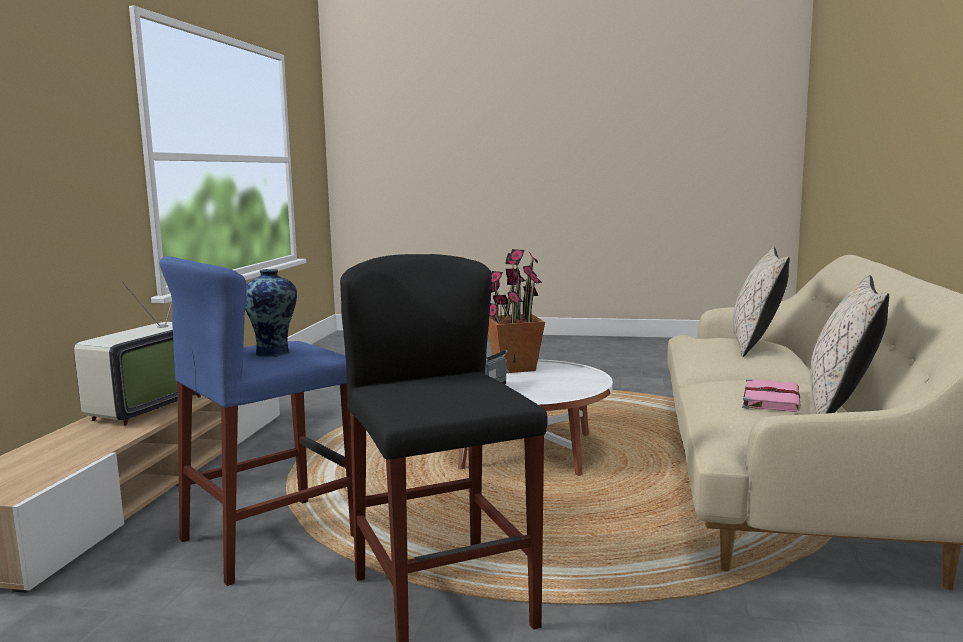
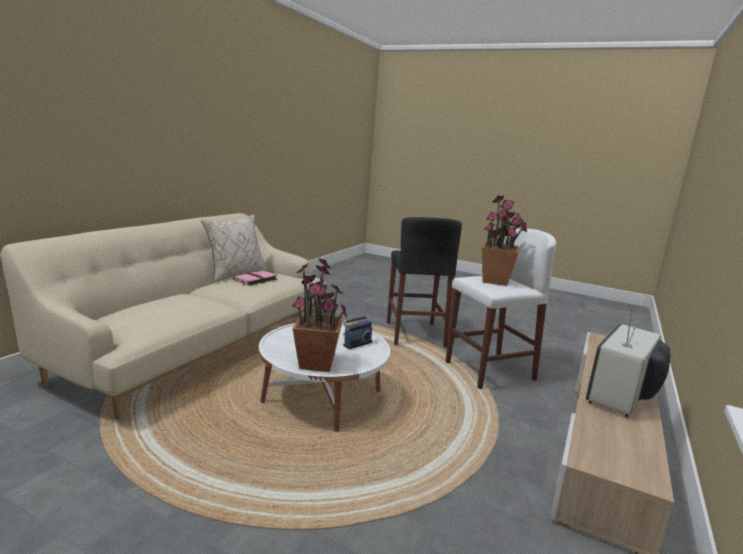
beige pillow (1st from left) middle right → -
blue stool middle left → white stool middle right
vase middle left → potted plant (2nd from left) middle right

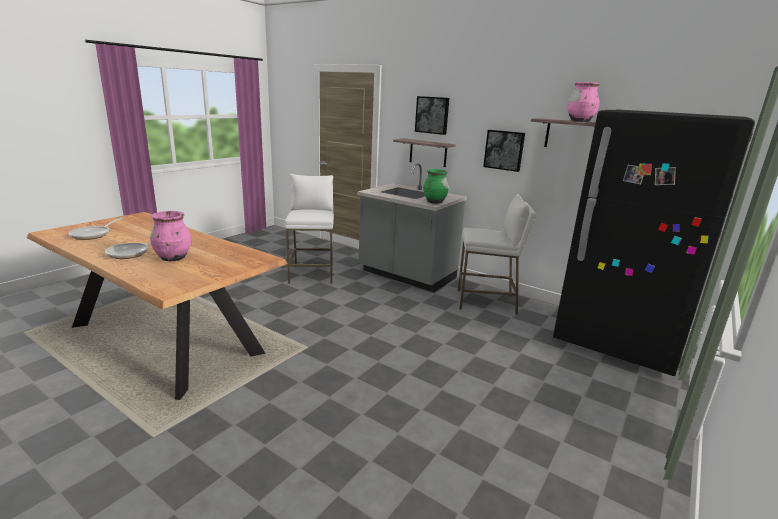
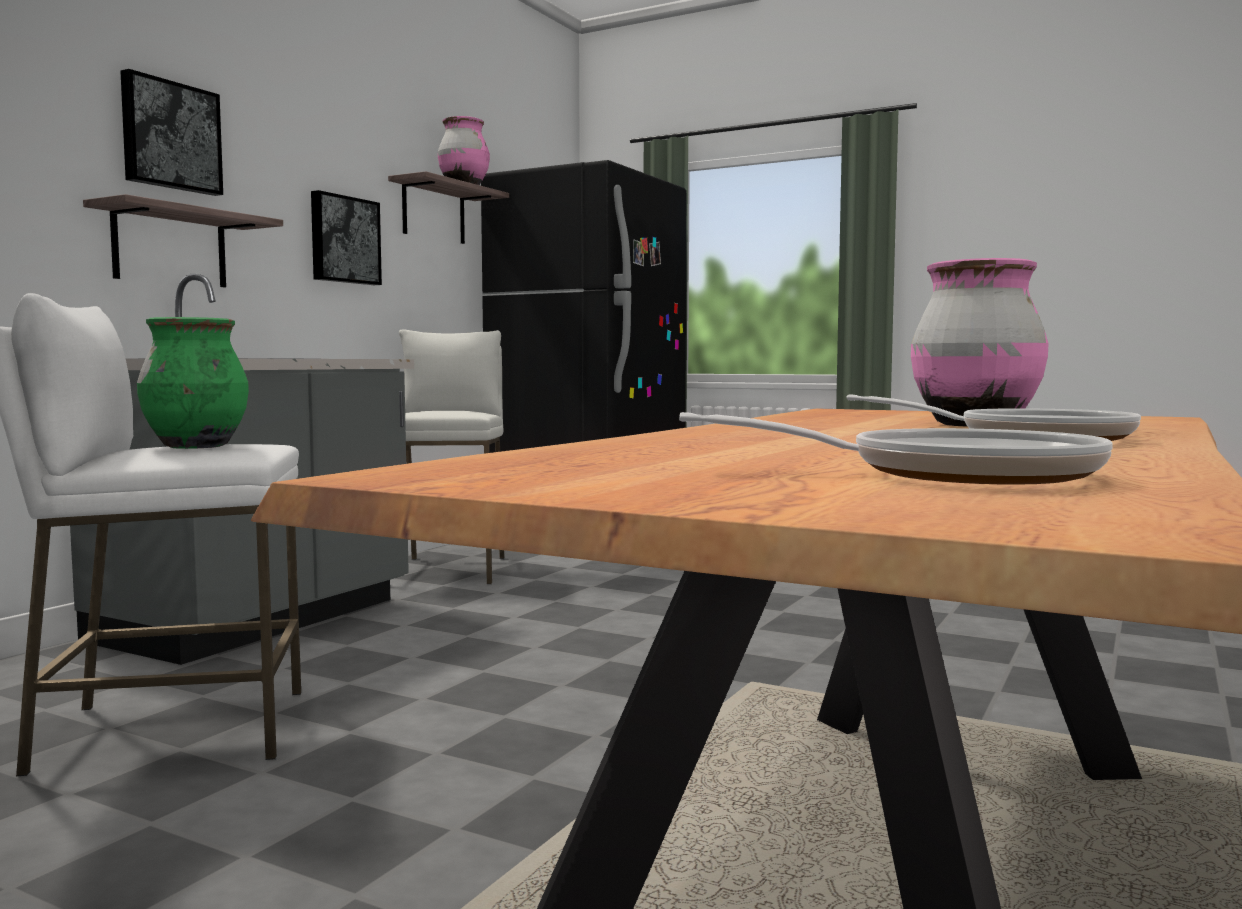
green vase centre → green vase middle left, move

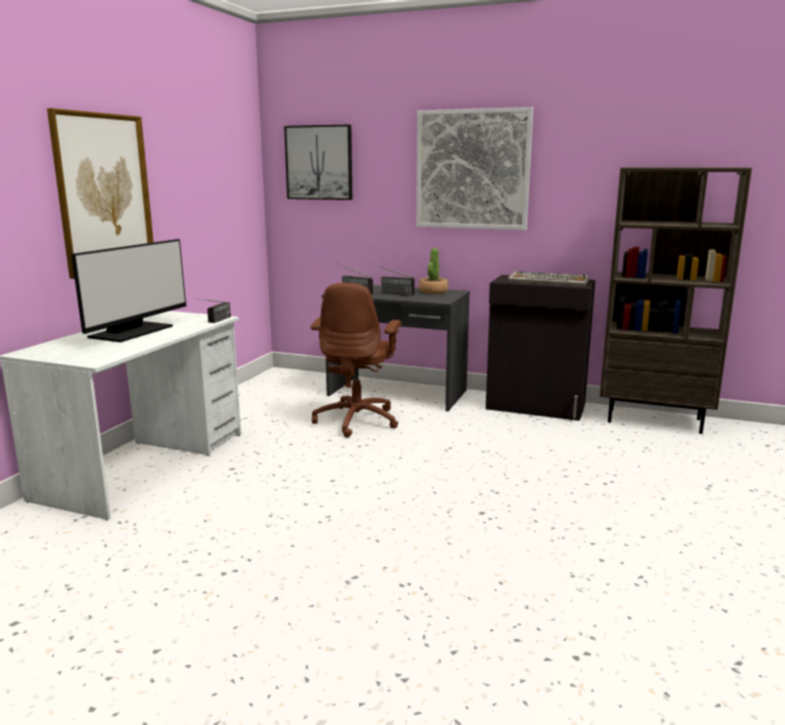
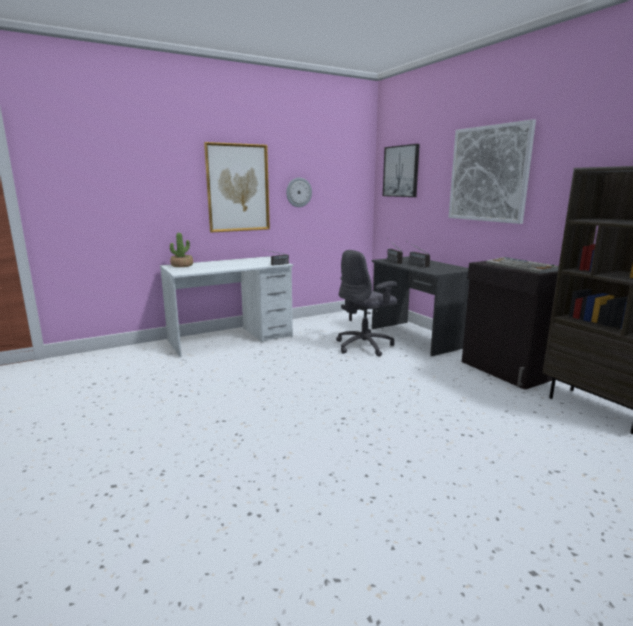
monitor middle left → -
potted plant centre → potted plant middle left, move
brown office chair centre → grey office chair centre
- → wall clock top centre

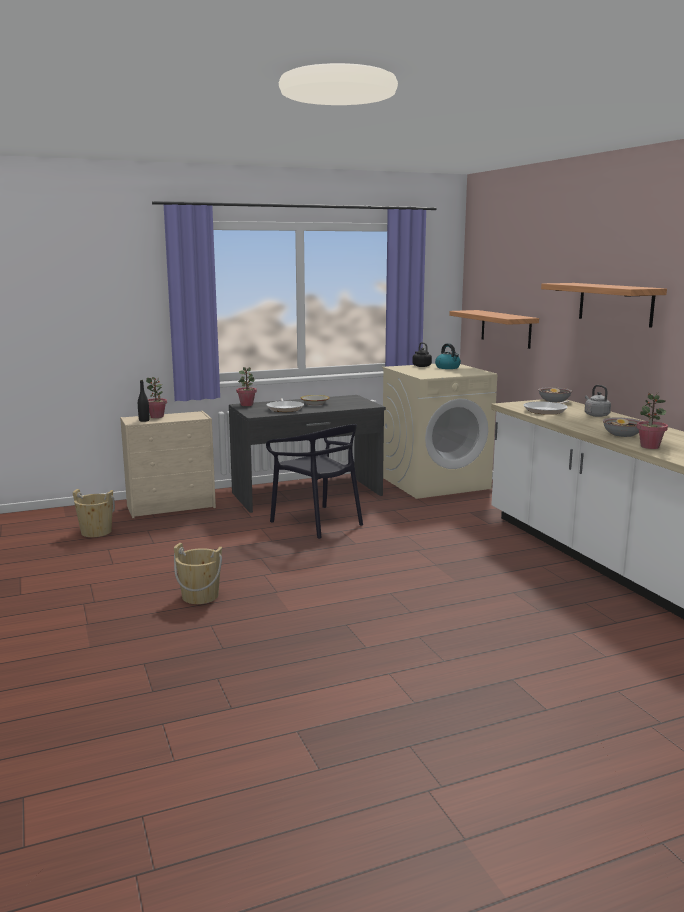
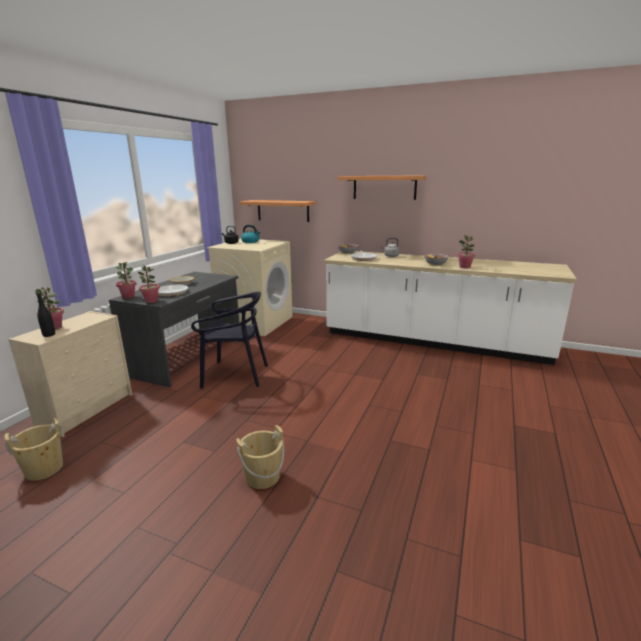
- → potted plant (3rd from left) middle left

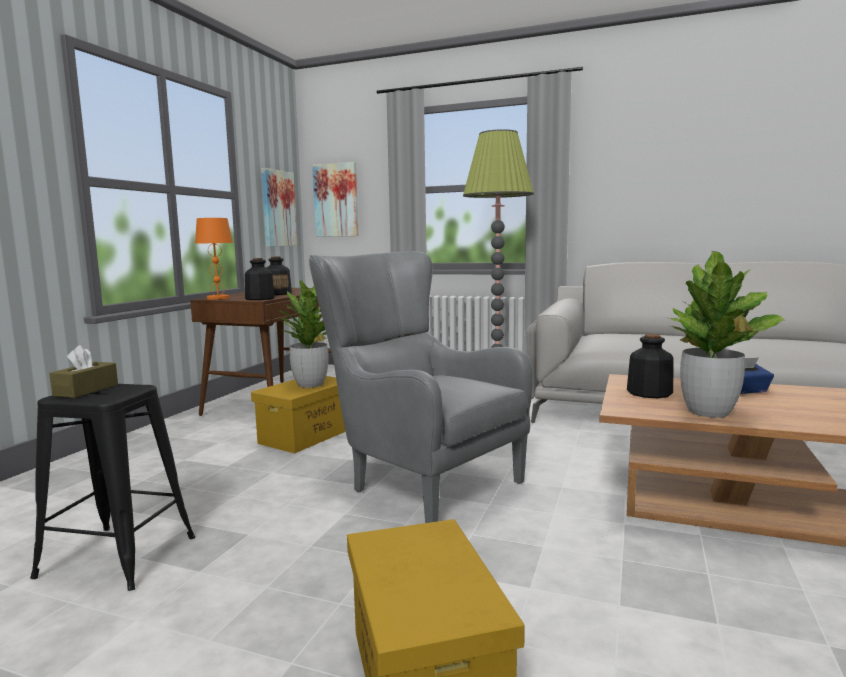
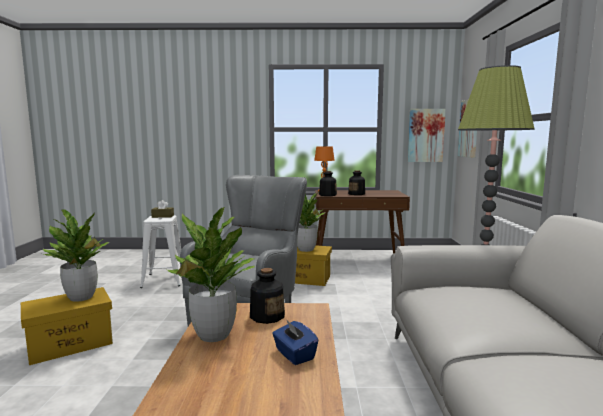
black stool bottom left → white stool middle left
- → potted plant (1st from left) middle left

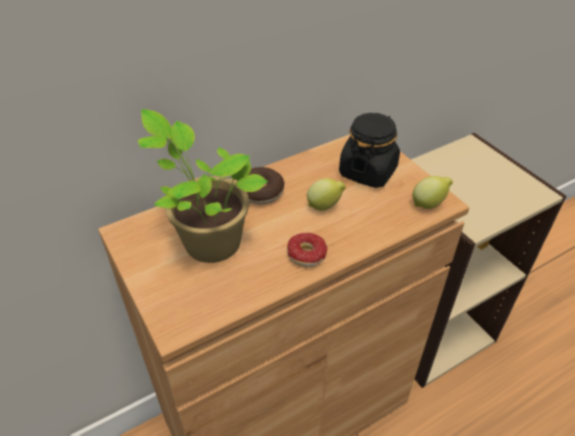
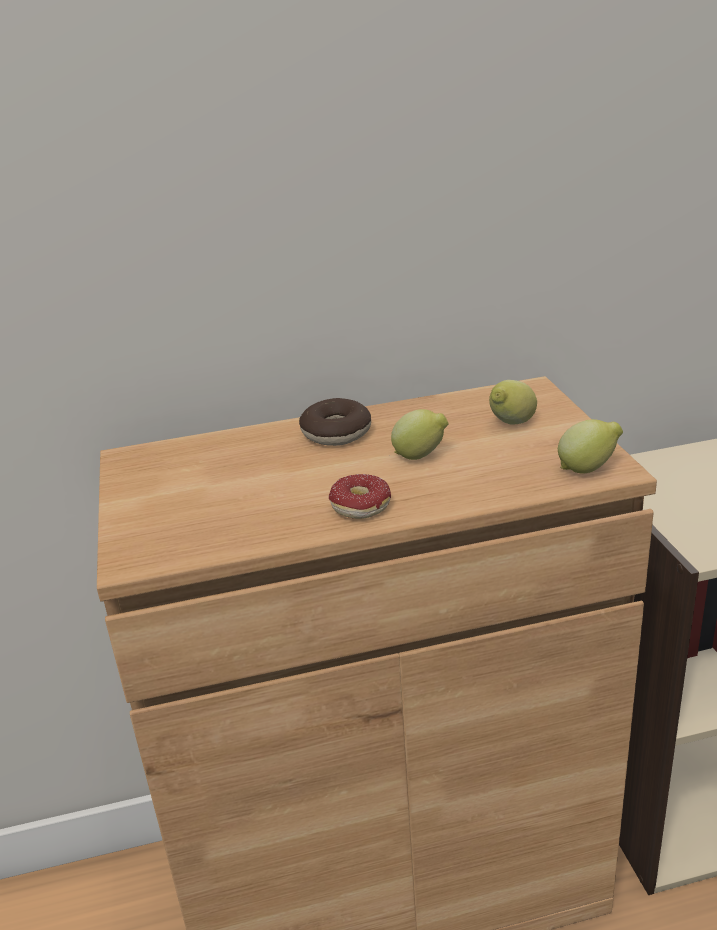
potted plant centre → -
black jar centre → lemon (2nd from left) middle right

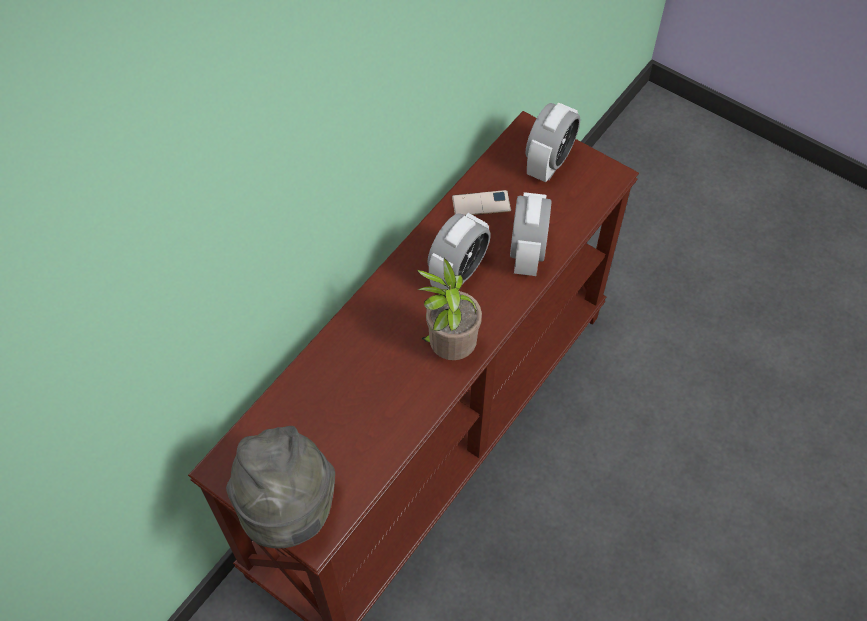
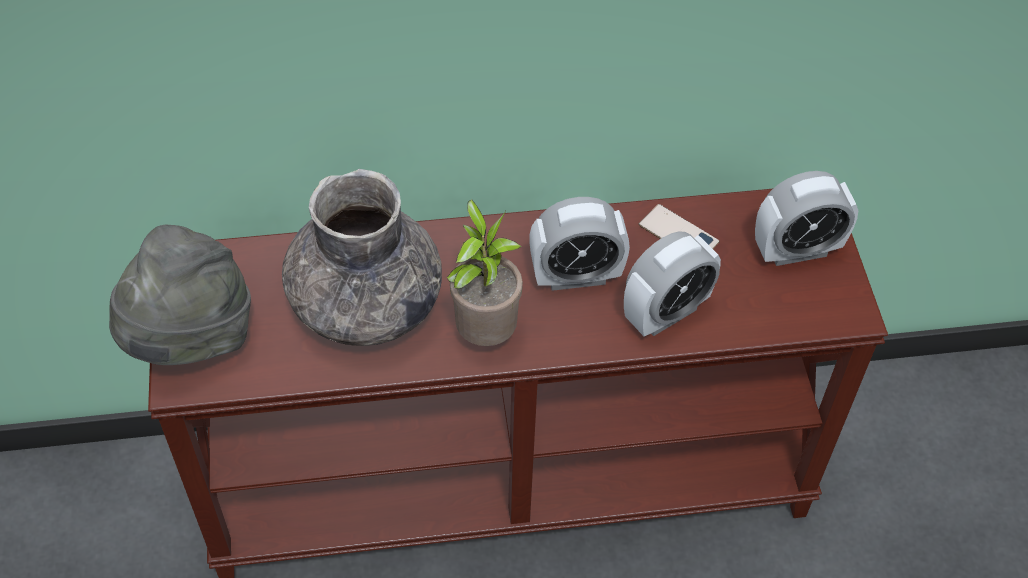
- → grey vase centre

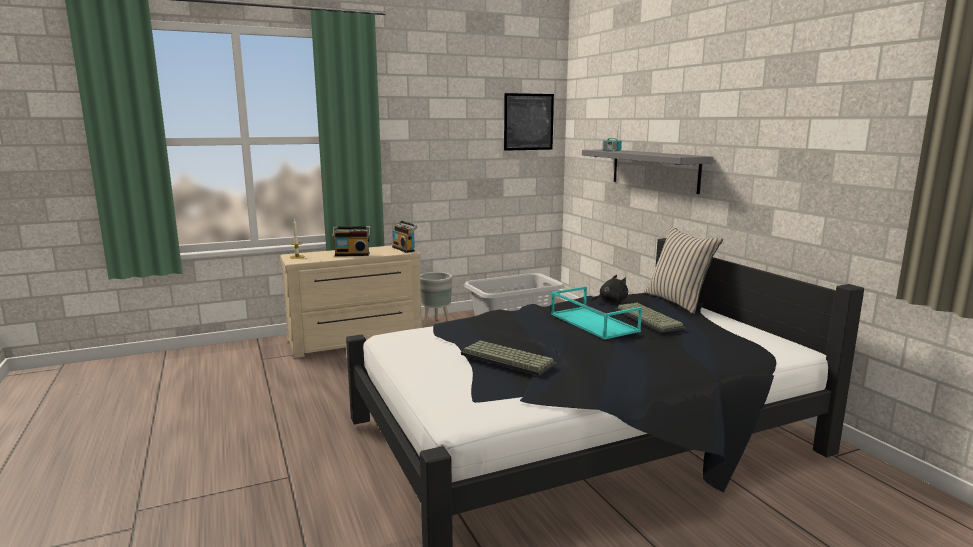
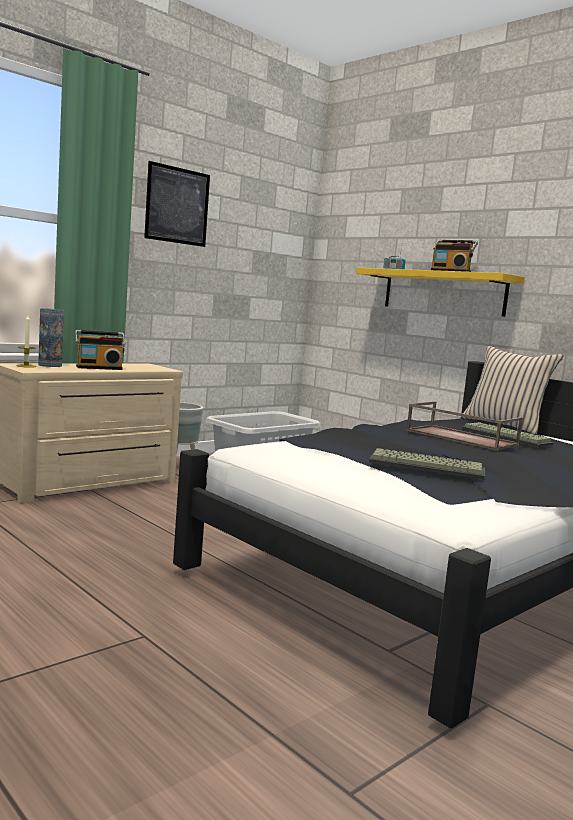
picture top centre → picture top left, move
grey shelf top centre → yellow shelf middle right
radio (2nd from left in the first image) centre → radio (3rd from left) top right, move
black plush toy centre → -
turquoise tray centre → brown tray middle right
- → vase middle left

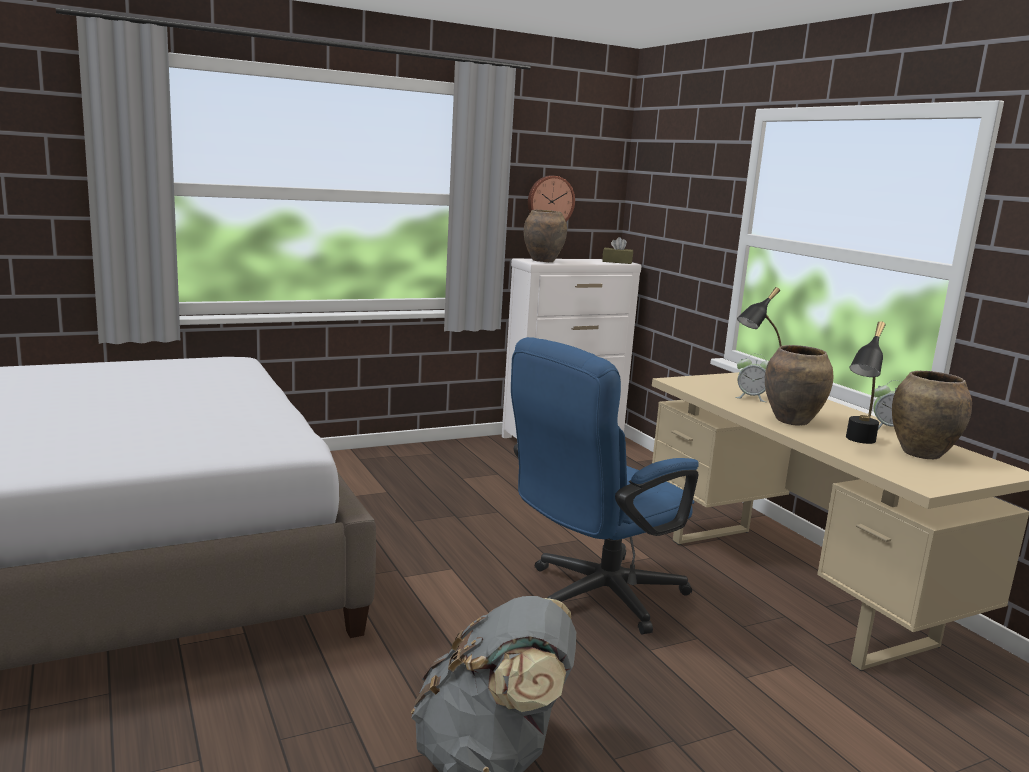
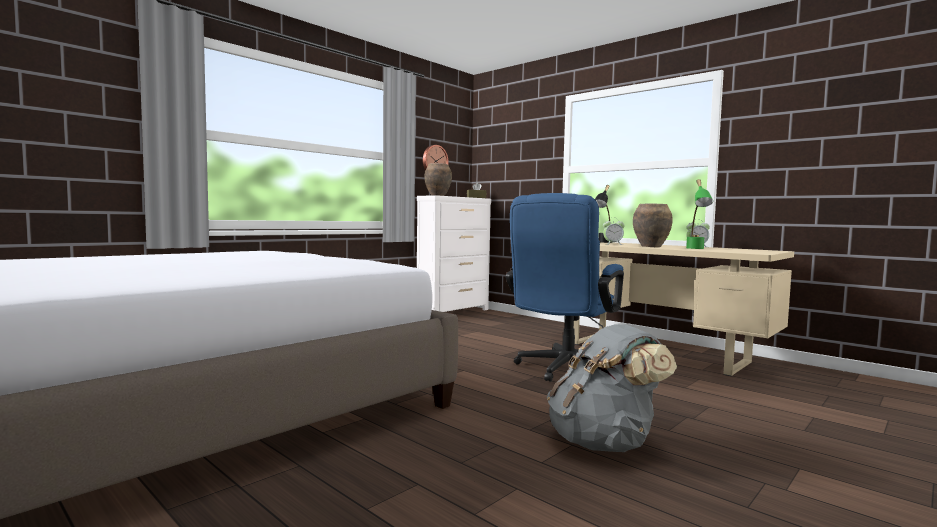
black table lamp (2nd from left) middle right → green table lamp middle right
brown vase (3rd from left) middle right → -

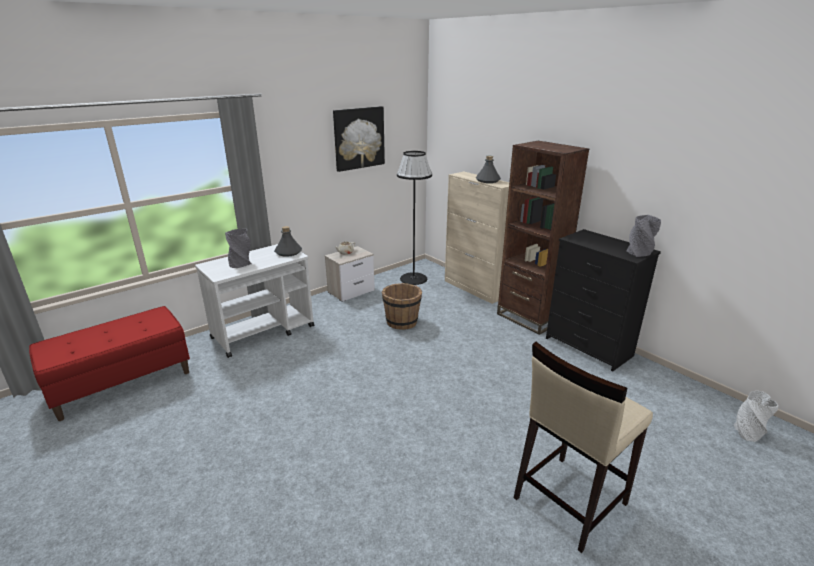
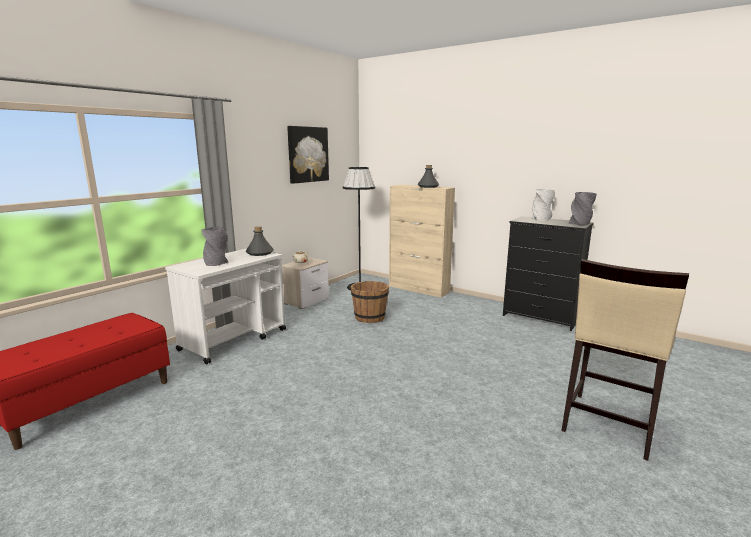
brown bookcase middle right → -
grey vase (3rd from left in the first image) bottom right → grey vase (2nd from left) middle right, move

